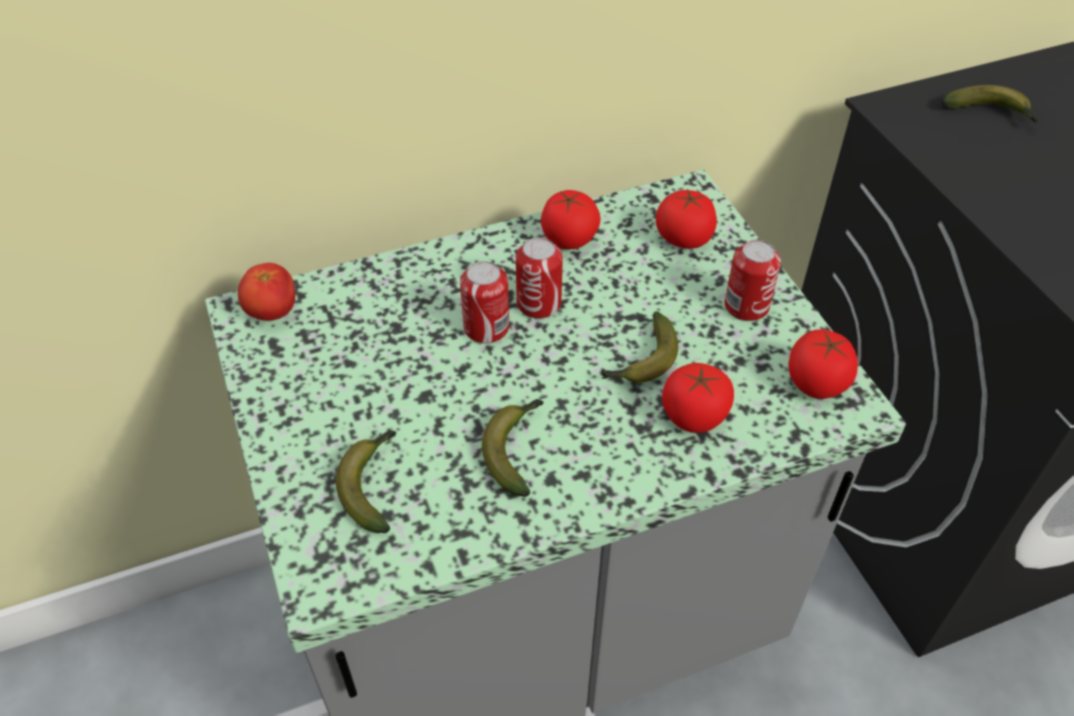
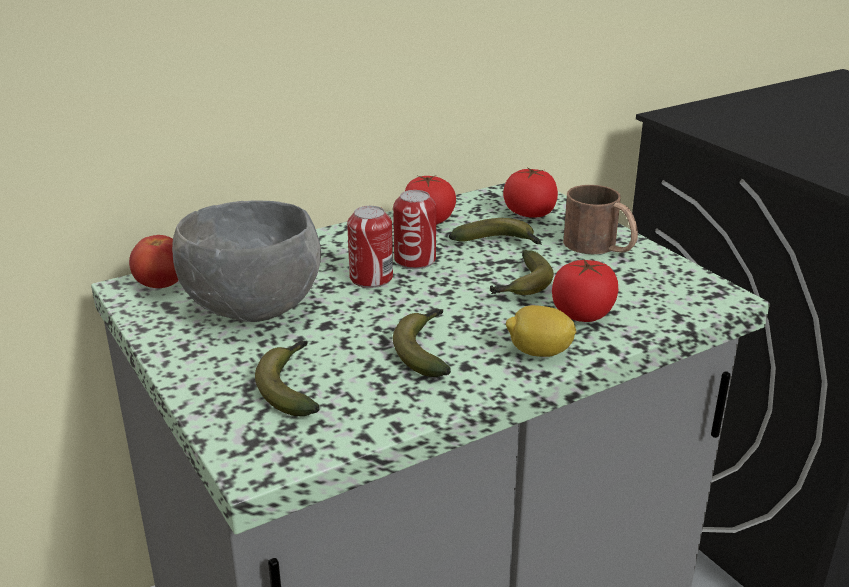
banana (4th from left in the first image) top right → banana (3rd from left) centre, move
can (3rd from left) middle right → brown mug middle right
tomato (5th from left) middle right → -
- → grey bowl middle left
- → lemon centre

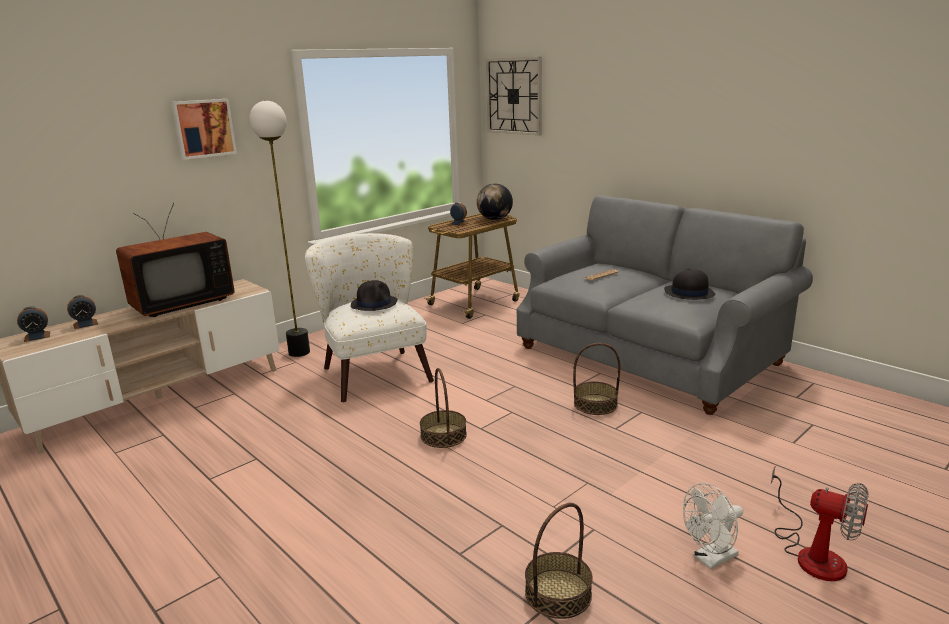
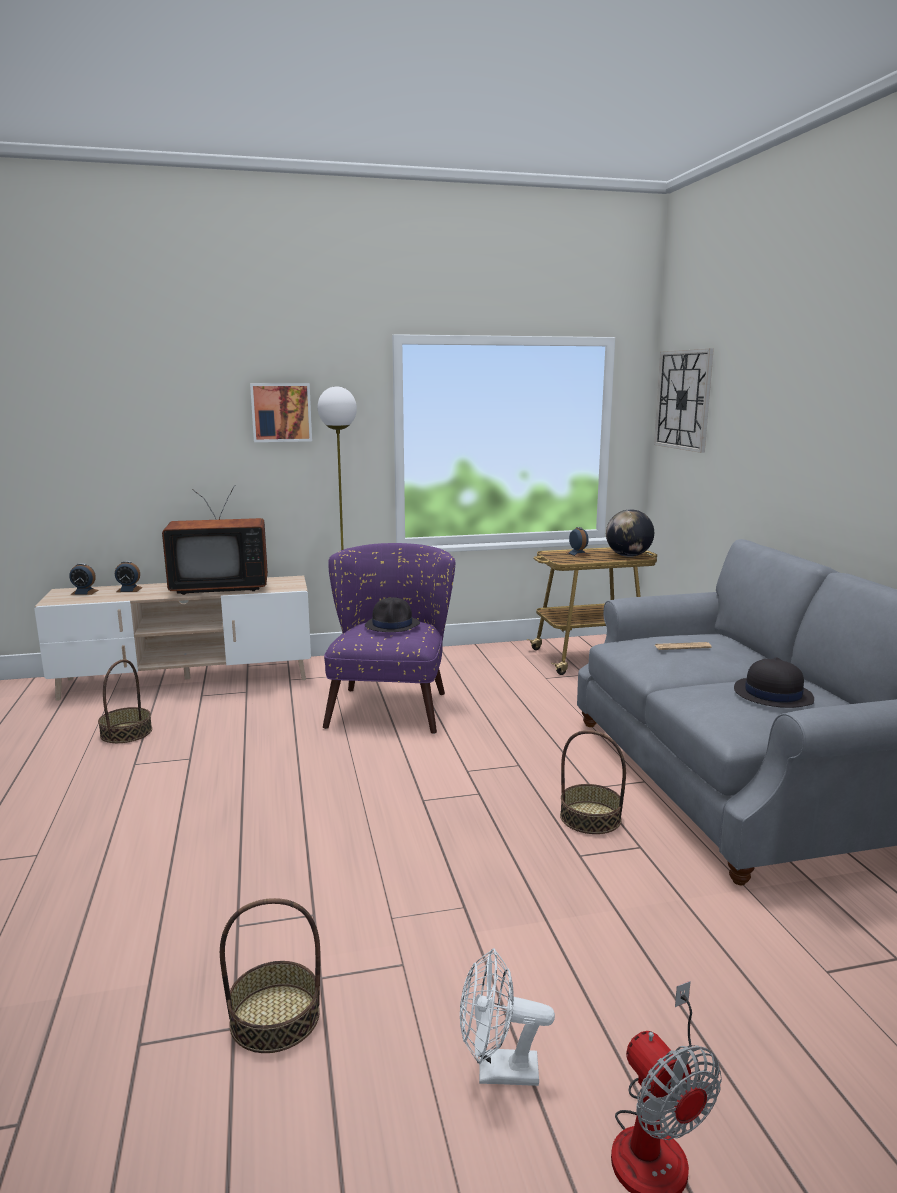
white armchair centre → purple armchair centre
basket (1st from left) centre → basket (1st from left) middle left, move

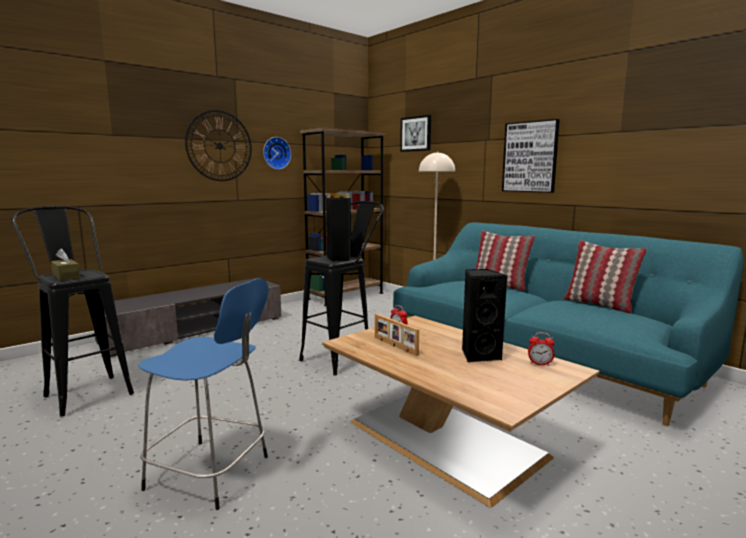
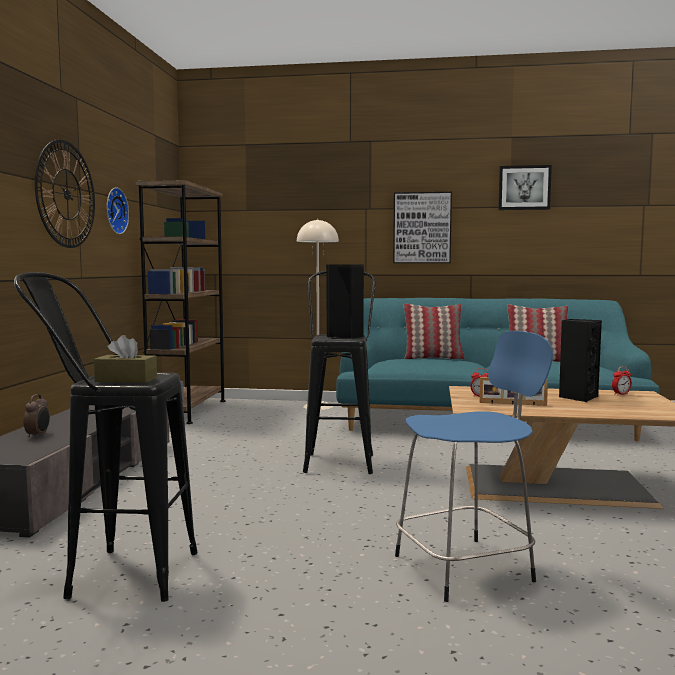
picture (1st from left in the first image) top centre → picture (2nd from left) top right, move
- → alarm clock (1st from left) middle left

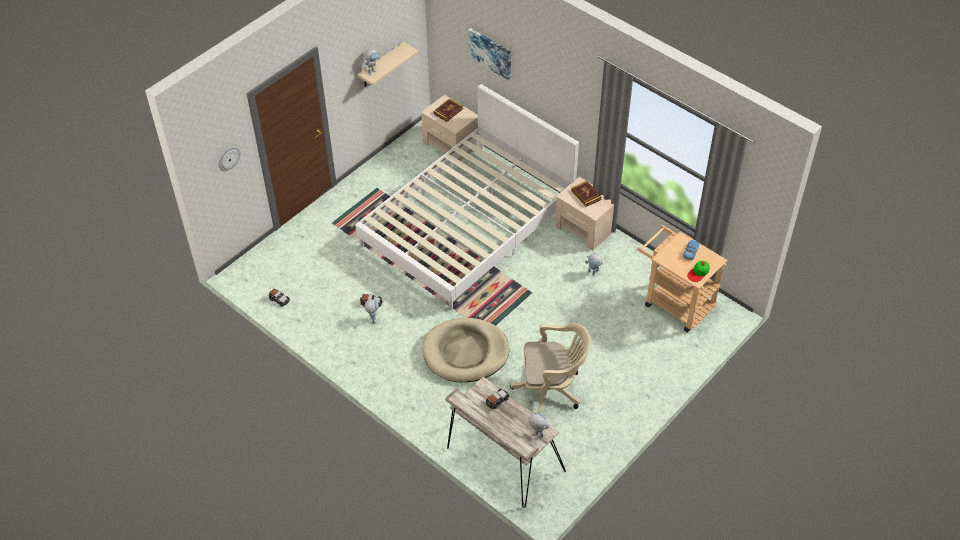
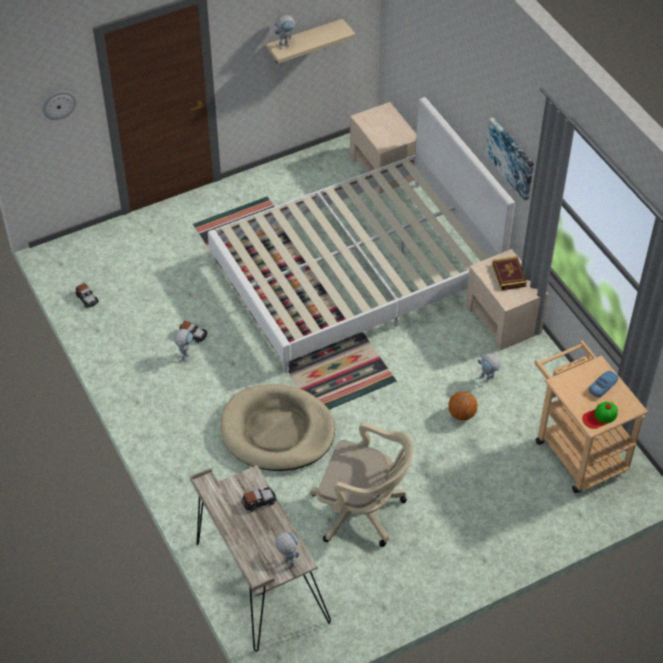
picture top centre → picture top right, move
book (1st from left) top centre → -
- → basketball middle right

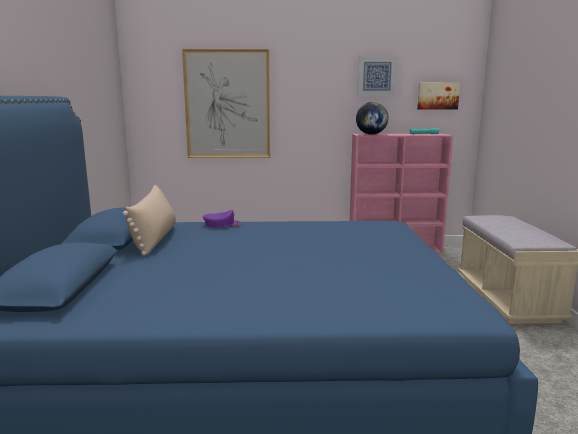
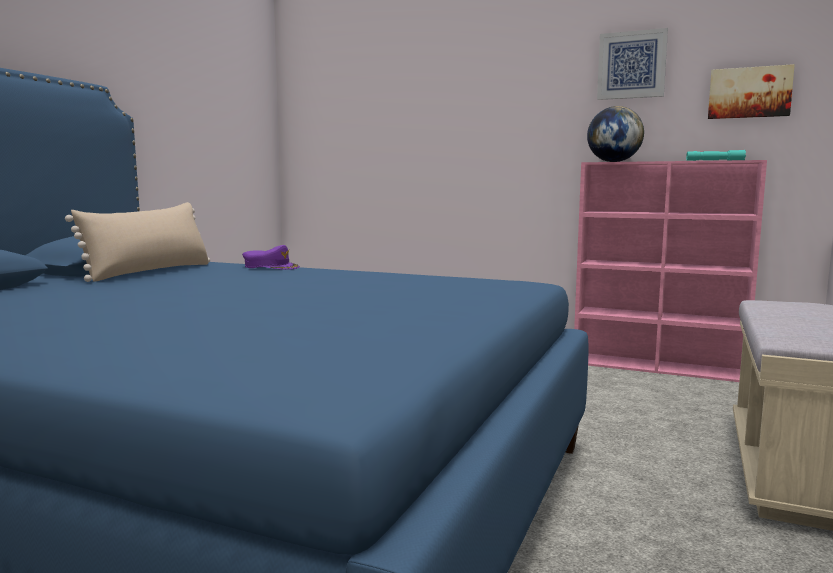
picture (1st from left) top centre → -

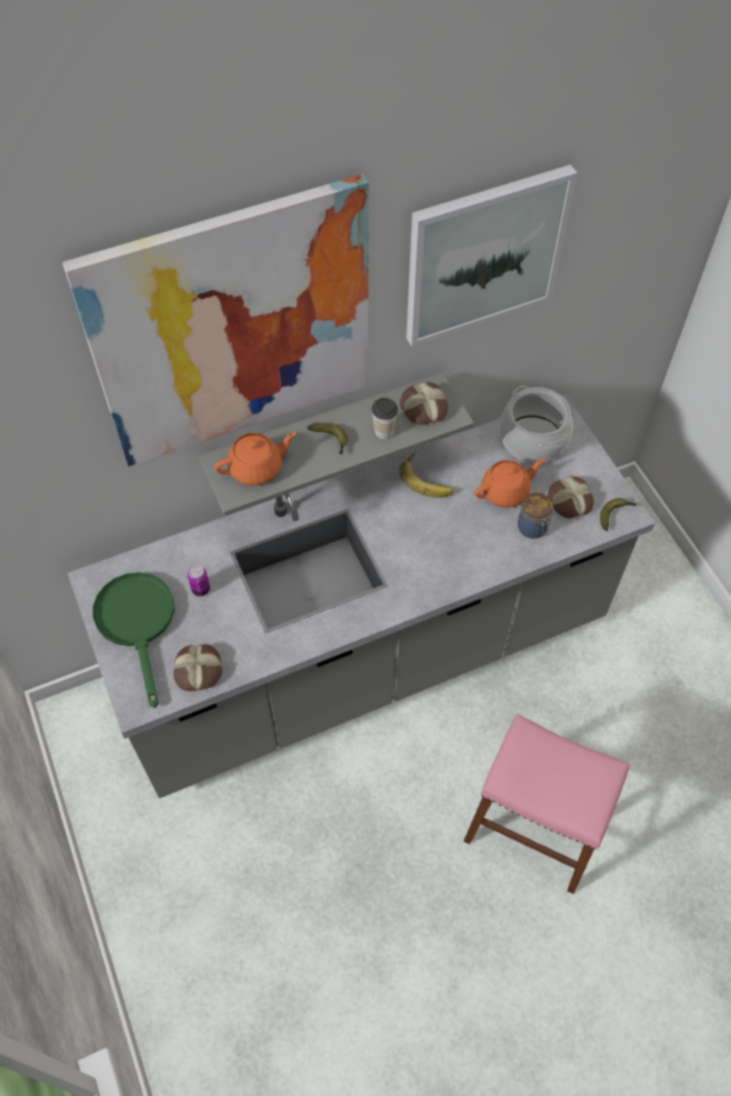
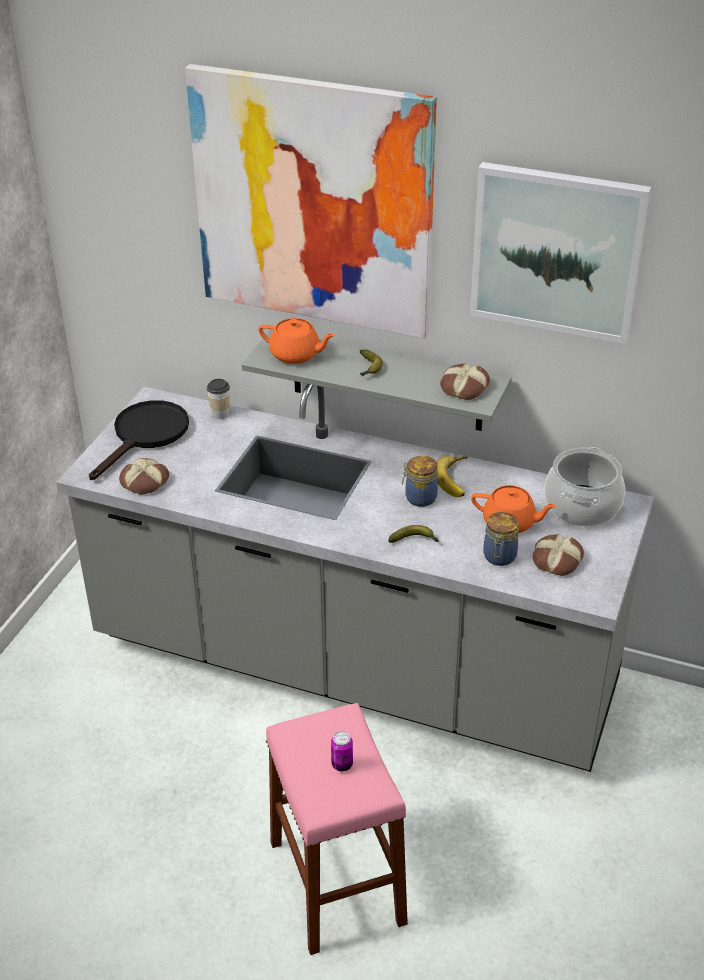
cup centre → cup middle left, move
banana (3rd from left in the first image) middle right → banana (2nd from left) centre, move
can middle left → can bottom centre, move
green frying pan middle left → black frying pan middle left
- → jar (1st from left) centre

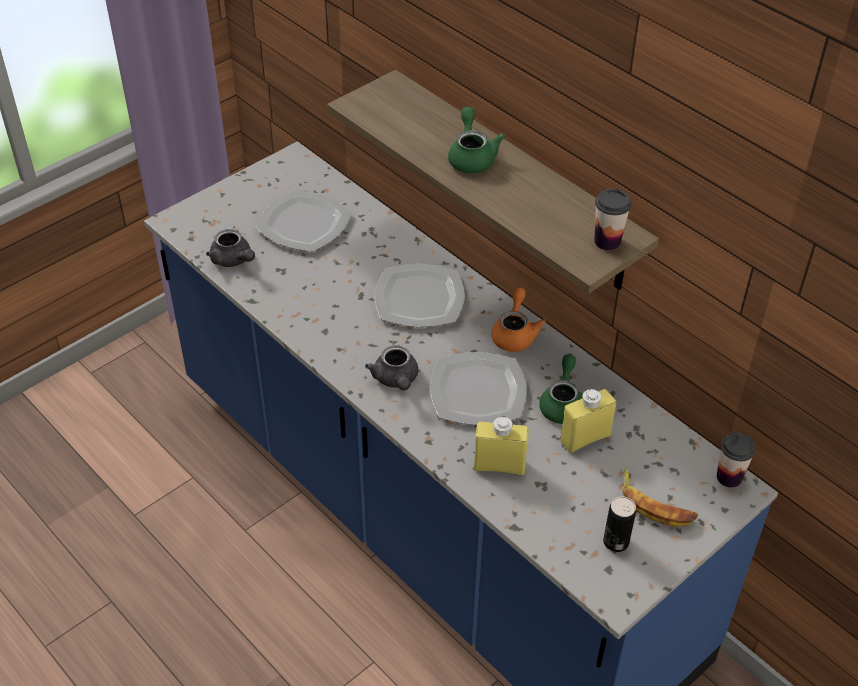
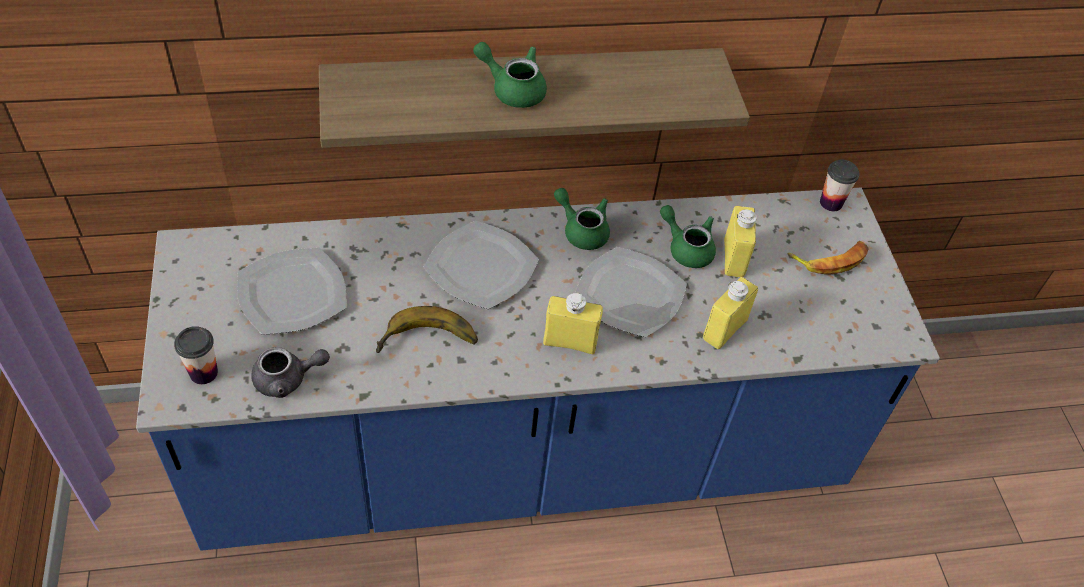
cup (1st from left) top right → cup (1st from left) middle left, move
orange teapot centre → green teapot (2nd from left) centre
grey teapot (2nd from left) centre → yellow bottle (1st from left) centre
can bottom right → -
- → banana (1st from left) centre

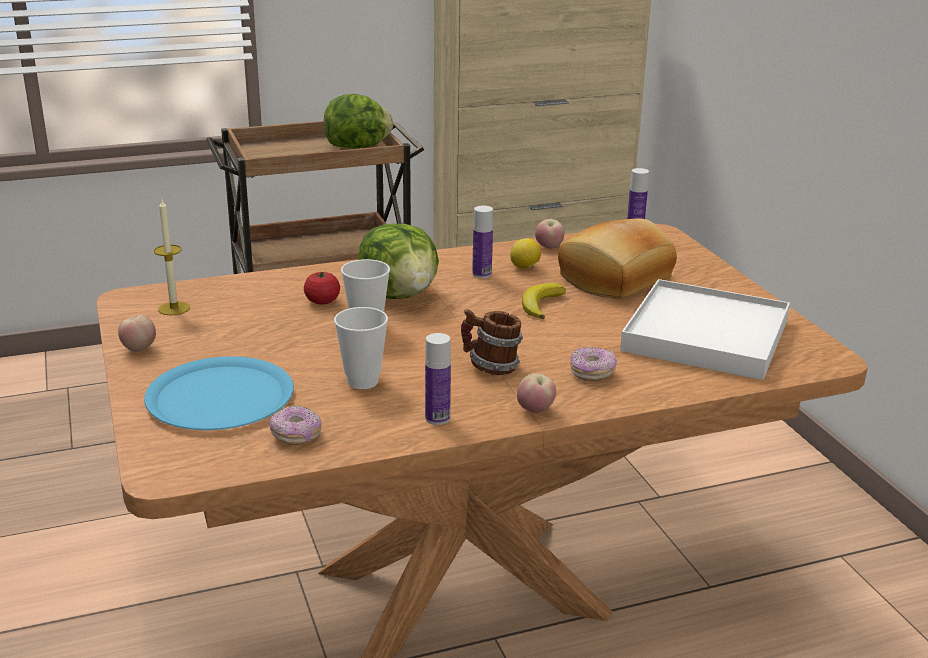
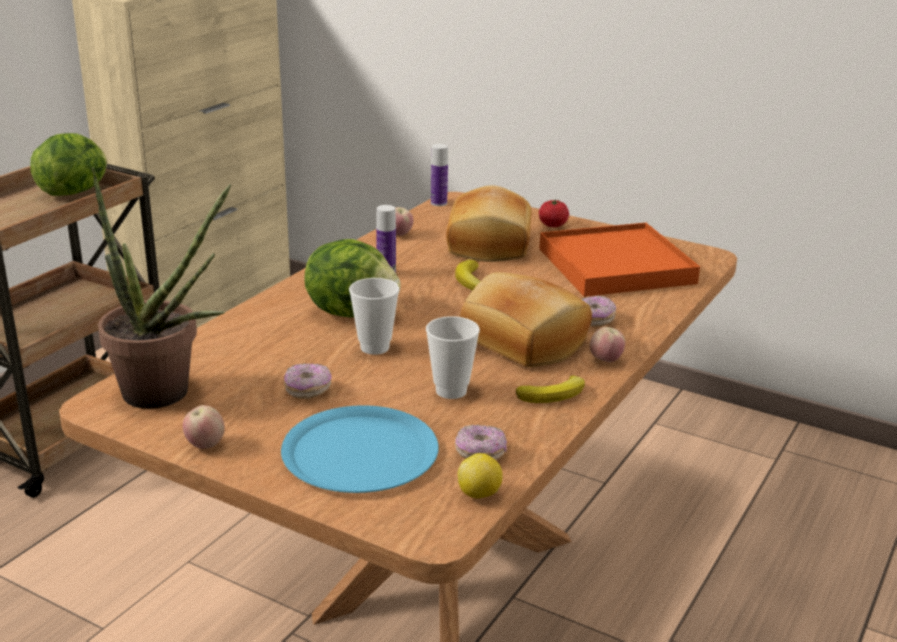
candle middle left → potted plant middle left
lemon centre → lemon bottom centre, move
tomato centre → tomato top centre, move
white tray middle right → orange tray middle right
mug centre → bread (2nd from left) centre
bottle (1st from left) centre → banana (2nd from left) centre
- → donut (1st from left) centre

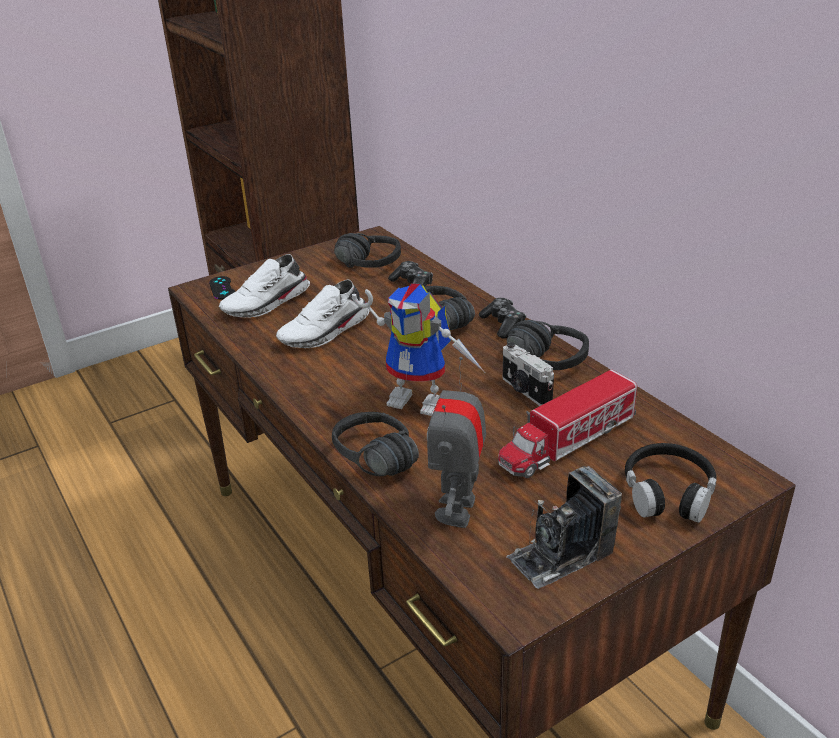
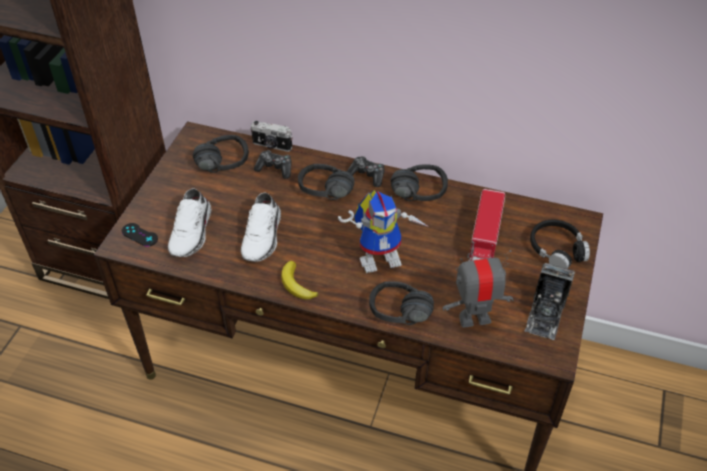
photo camera (1st from left) centre → photo camera (1st from left) top centre, move
toy robot (2nd from left) centre → toy robot (2nd from left) middle right, 105 degrees clockwise
- → banana centre

